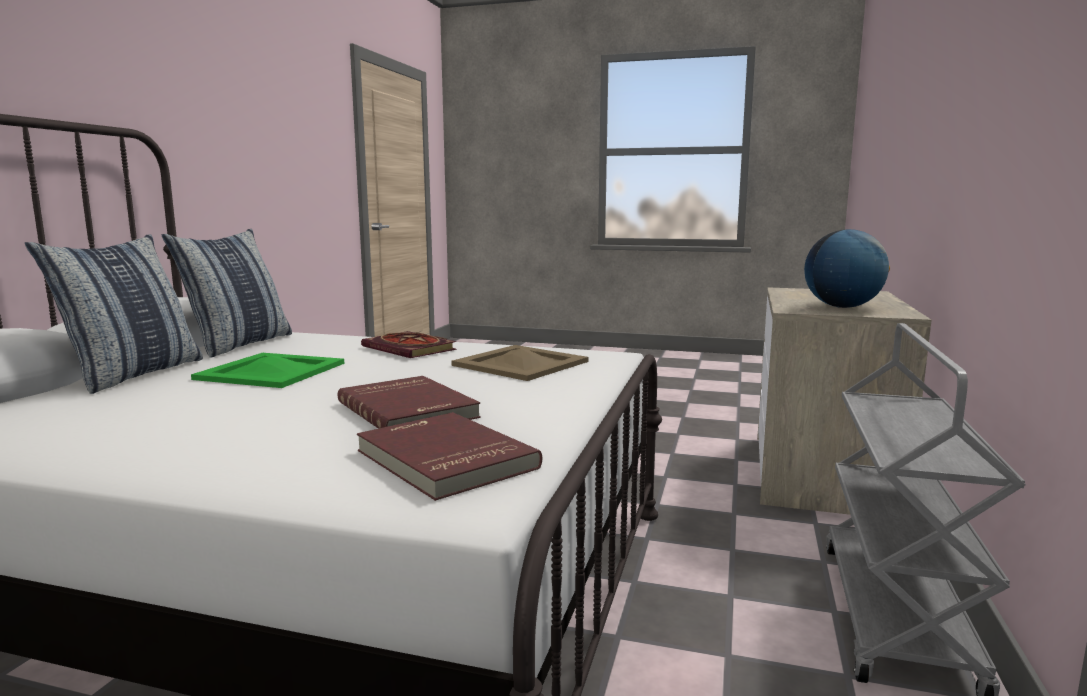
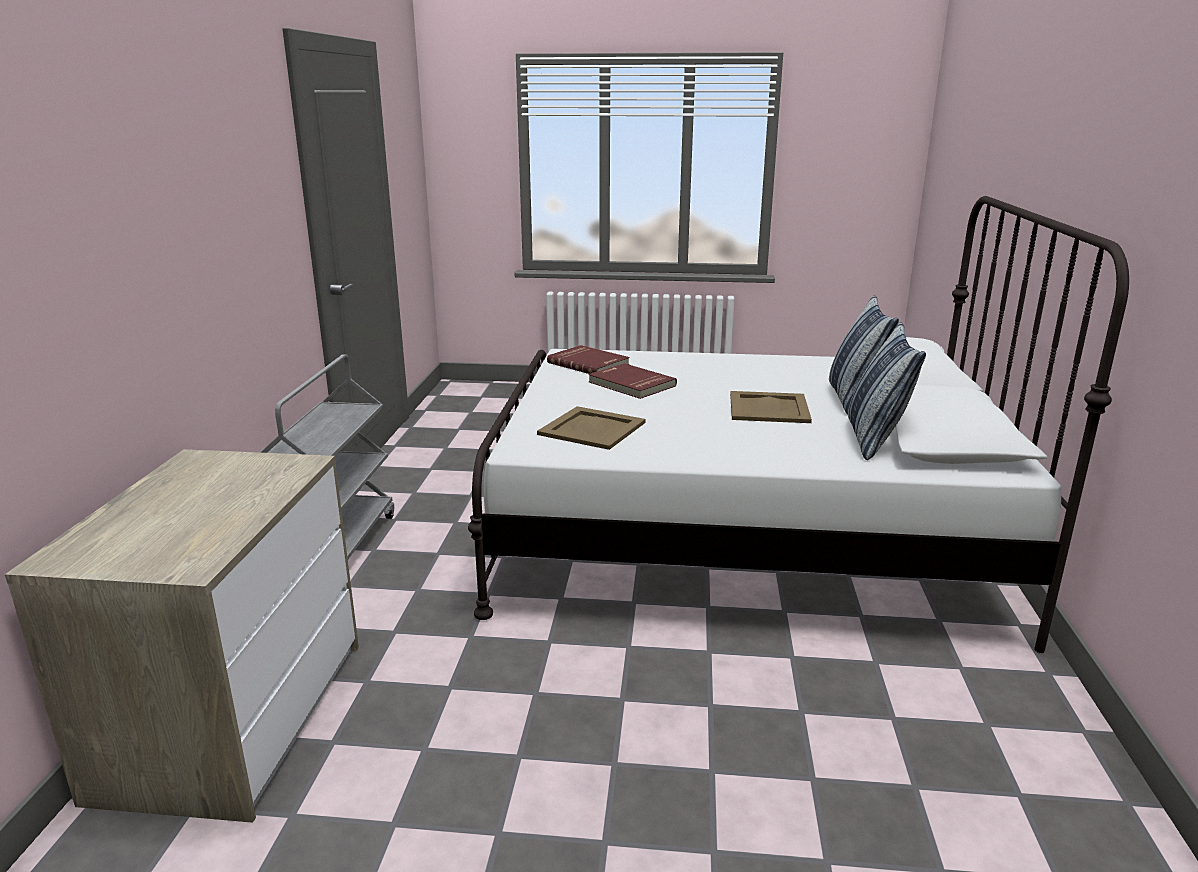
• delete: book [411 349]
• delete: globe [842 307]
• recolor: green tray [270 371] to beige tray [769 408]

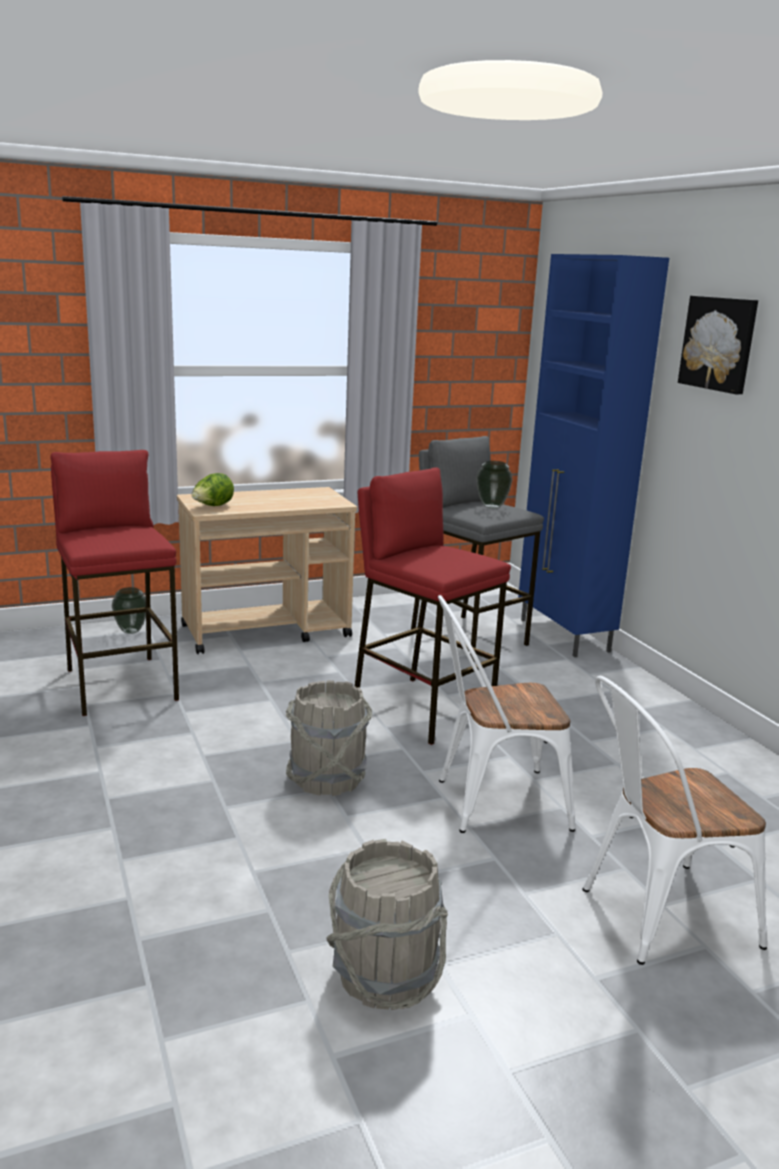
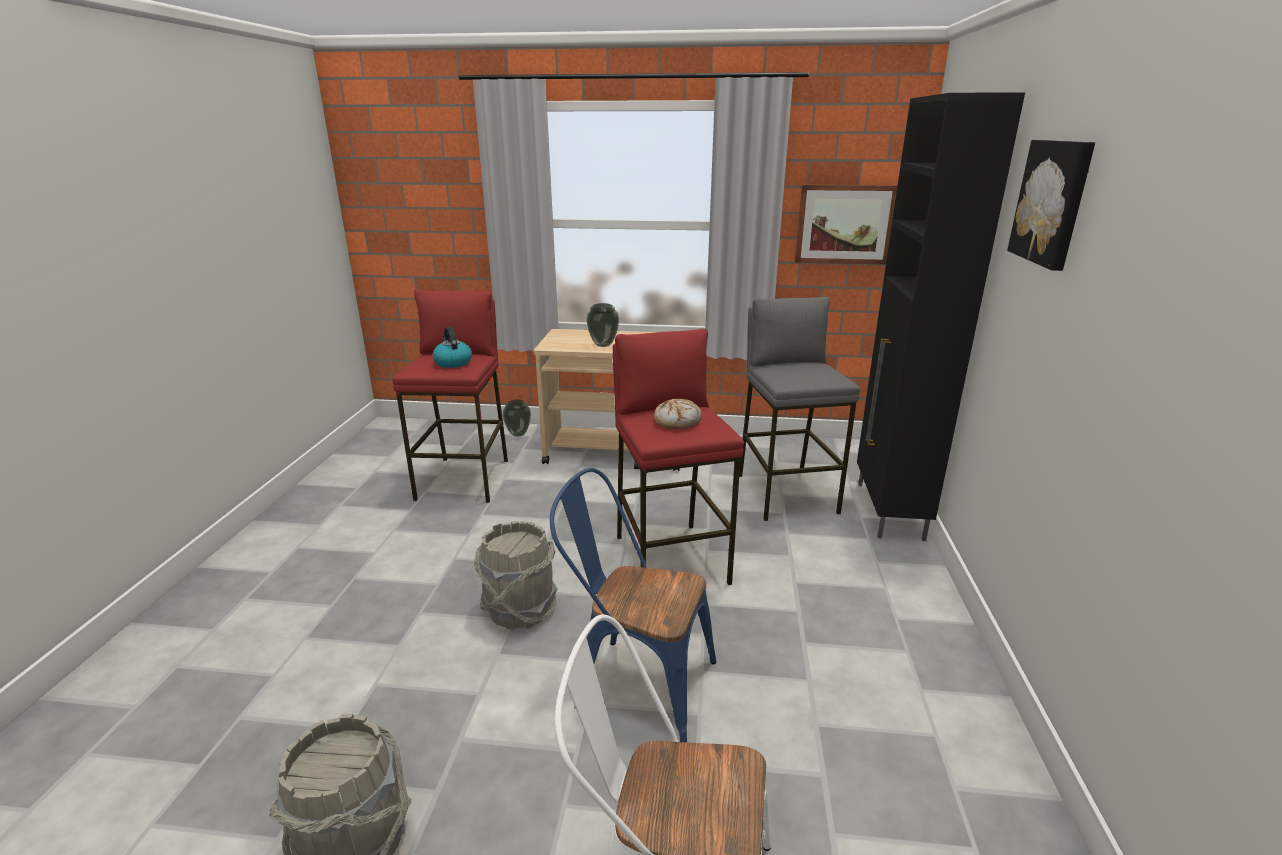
• delete: lettuce [212 506]
• insert: kettle [453 362]
• insert: bread [677 421]
• insert: picture [844 224]
• move: vase [491 506] to [603 345]
• recolor: white chair [491 802] to blue chair [635 683]
• recolor: blue cabinet [564 636] to black cabinet [889 511]

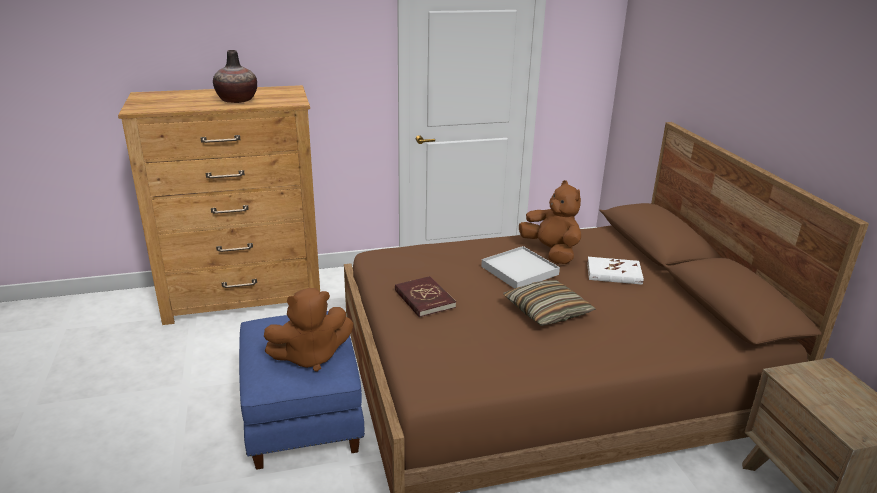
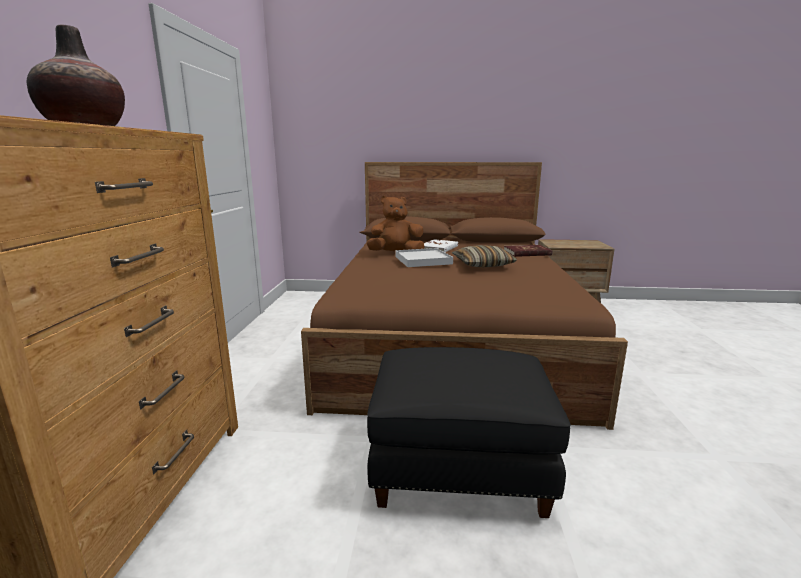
• delete: brown plush toy [310 356]
• move: red book [424 299] to [527 253]
• recolor: blue ottoman [304 417] to black ottoman [459 467]

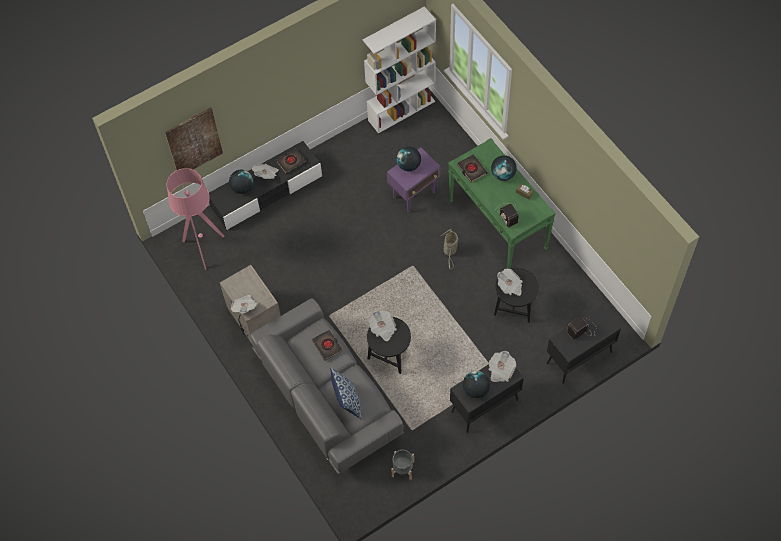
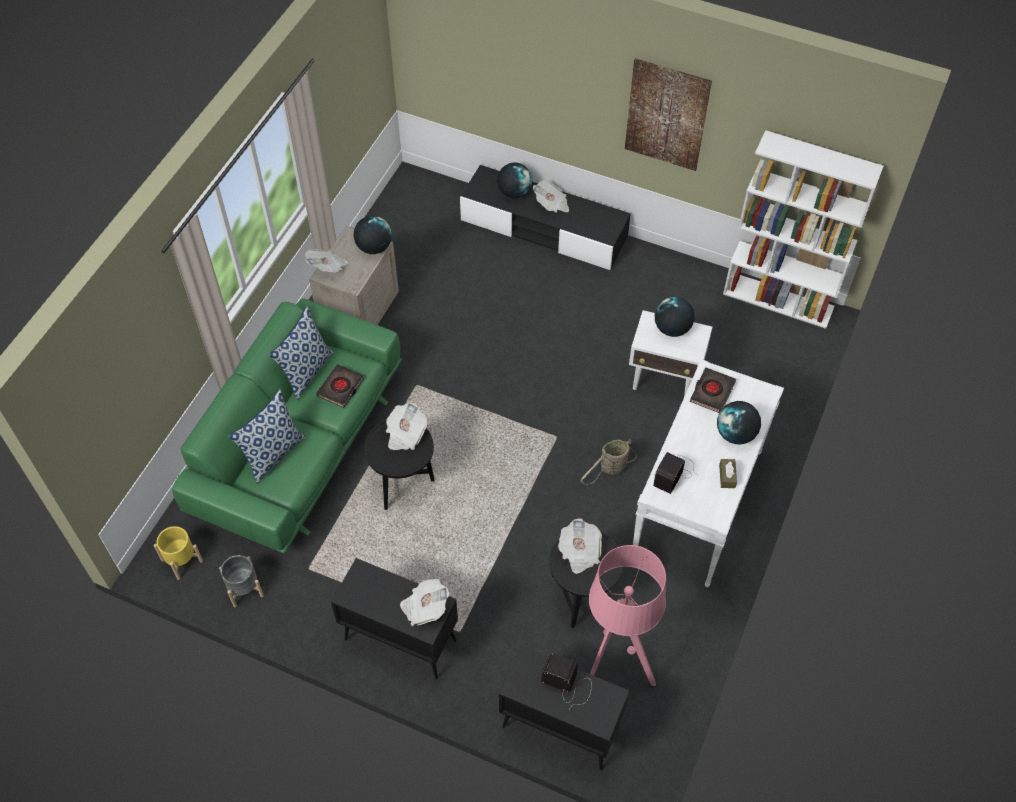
• delete: black book [291 162]
• insert: yellow planter [181 560]
• insert: pillow [306 371]
• move: picture [194 141] to [667 115]
• move: pink floor lamp [204 248] to [614 671]
• move: globe [475 390] to [374 247]
• recolor: grey sofa [327 396] to green sofa [299 445]
• recolor: purple side table [414 195] to white side table [664 382]
• recolor: green console table [498 225] to white console table [697 504]

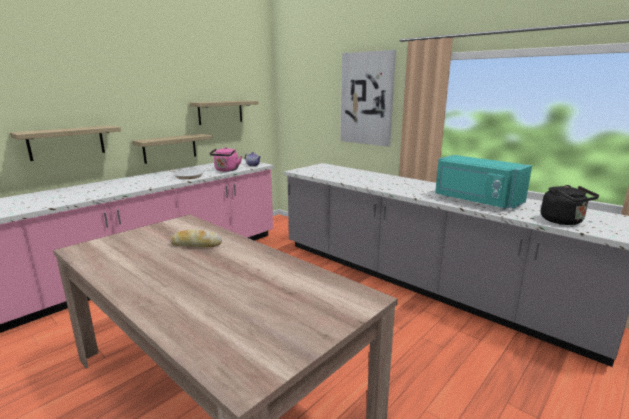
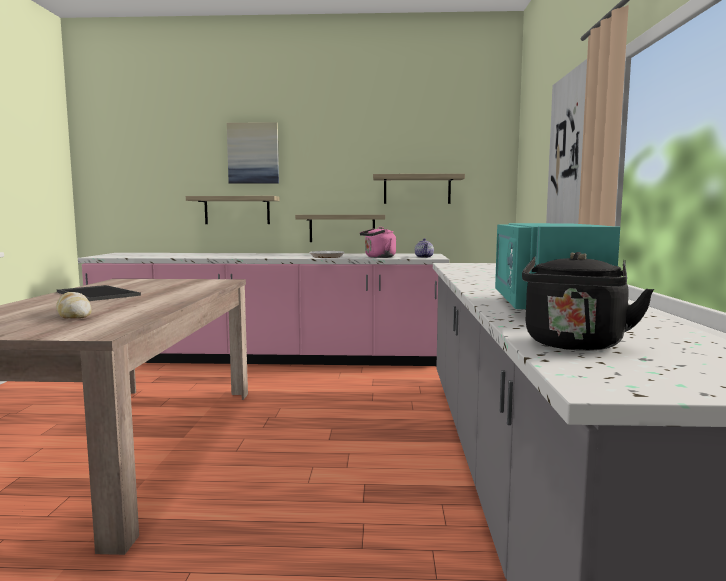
• insert: tray [96 294]
• insert: picture [253 153]
• move: bread [196 244] to [74 314]

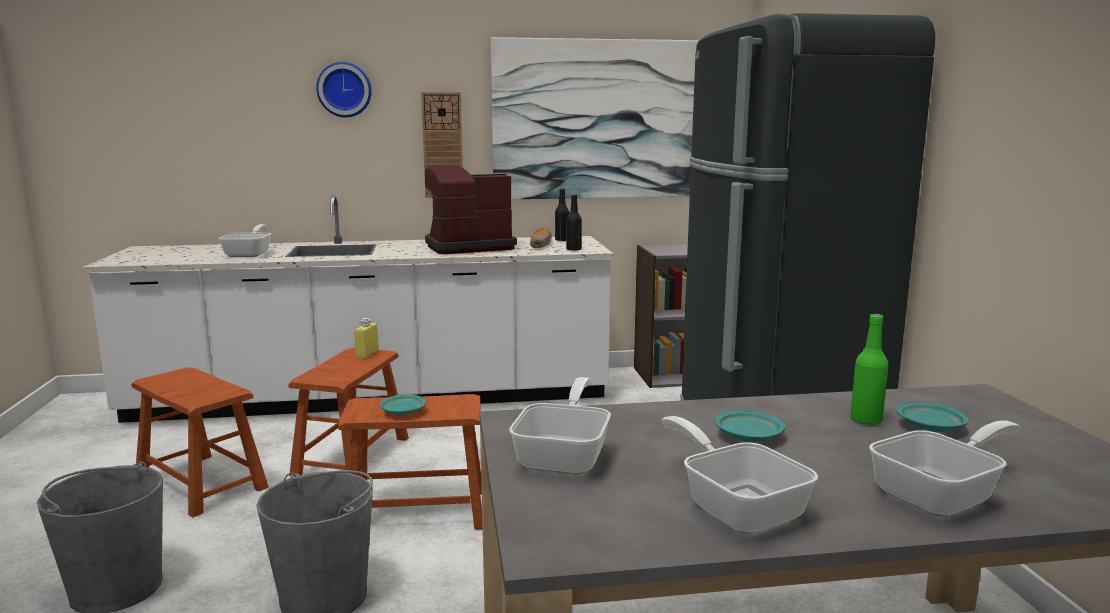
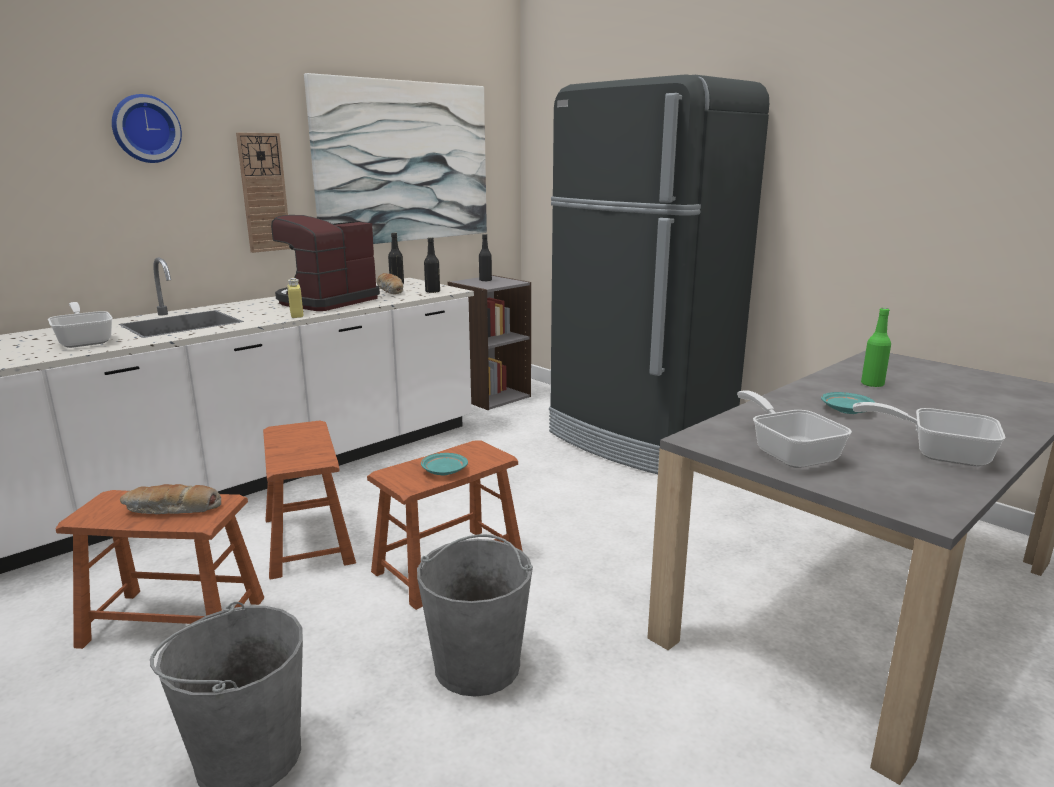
• delete: frying pan [942 495]
• delete: turquoise plate [930 427]
• insert: bread [172 510]
• insert: black bottle [485 280]
• move: yellow bottle [367 354] to [296 315]

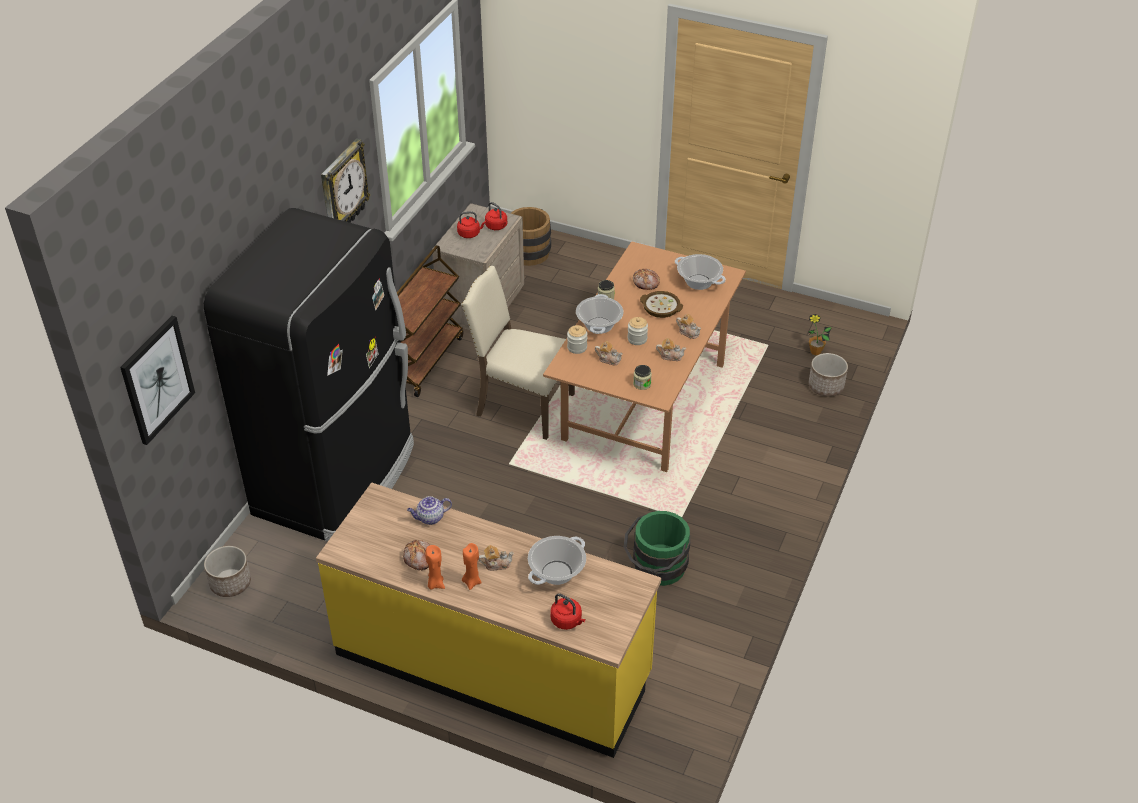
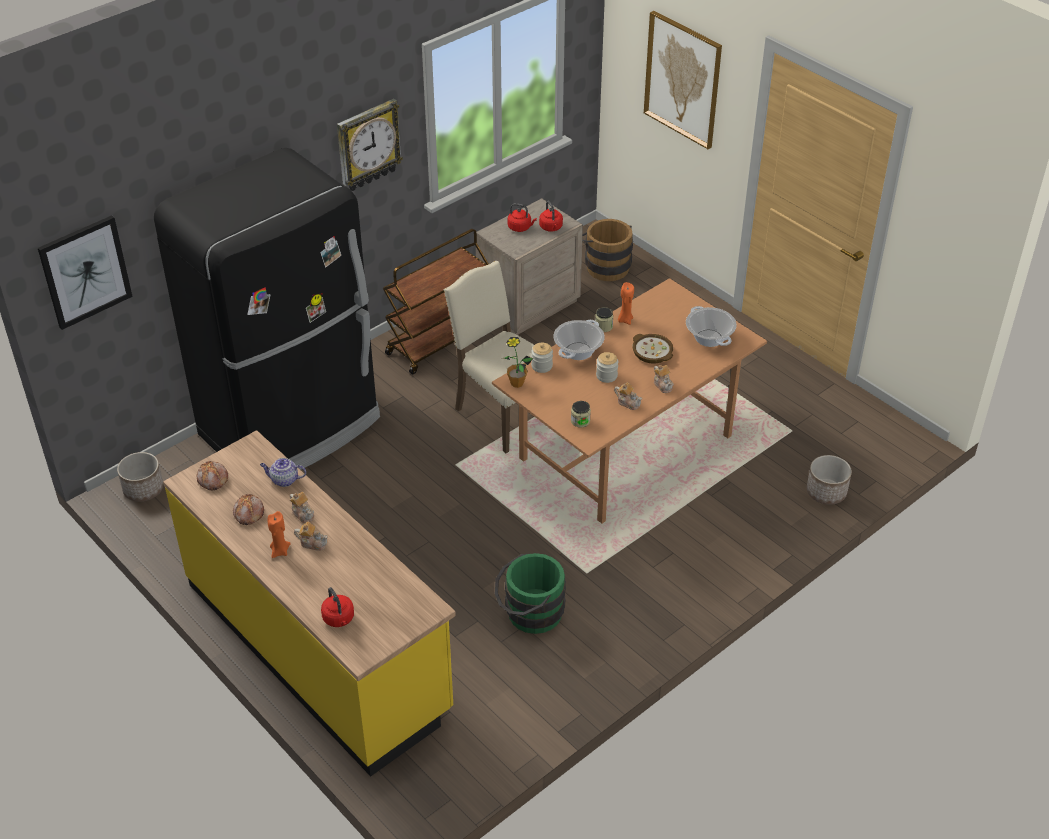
• delete: cooking pot [556 572]
• insert: picture [683 79]
• move: orange candle [435 583] to [625 320]
• move: teapot [609 359] to [303 513]
• move: bread [645 283] to [212 480]
• move: potted plant [815 352] to [517 383]

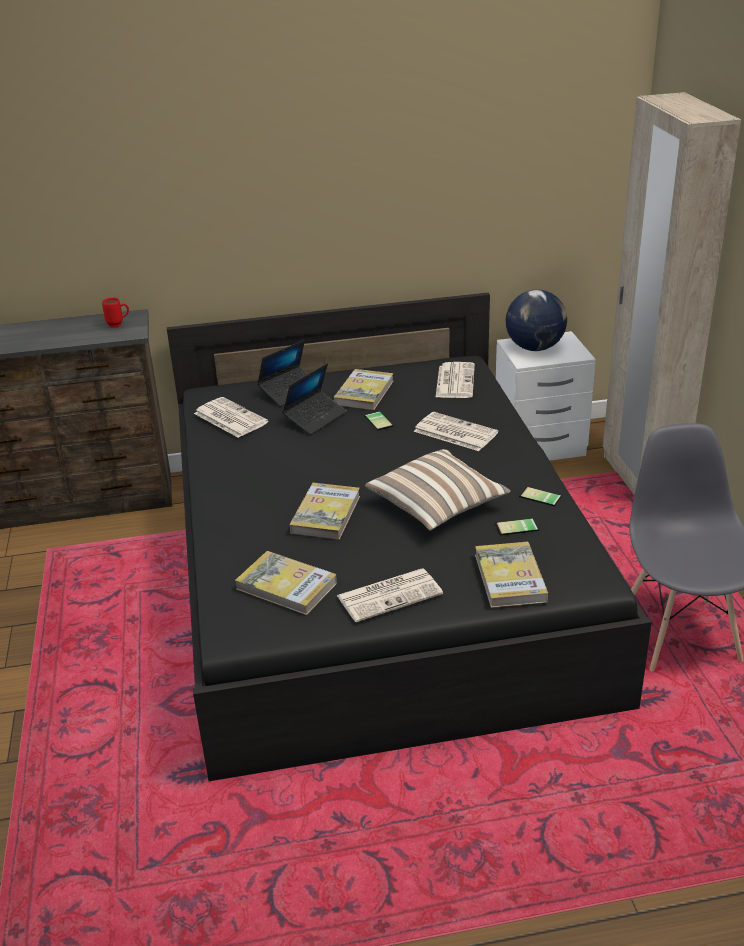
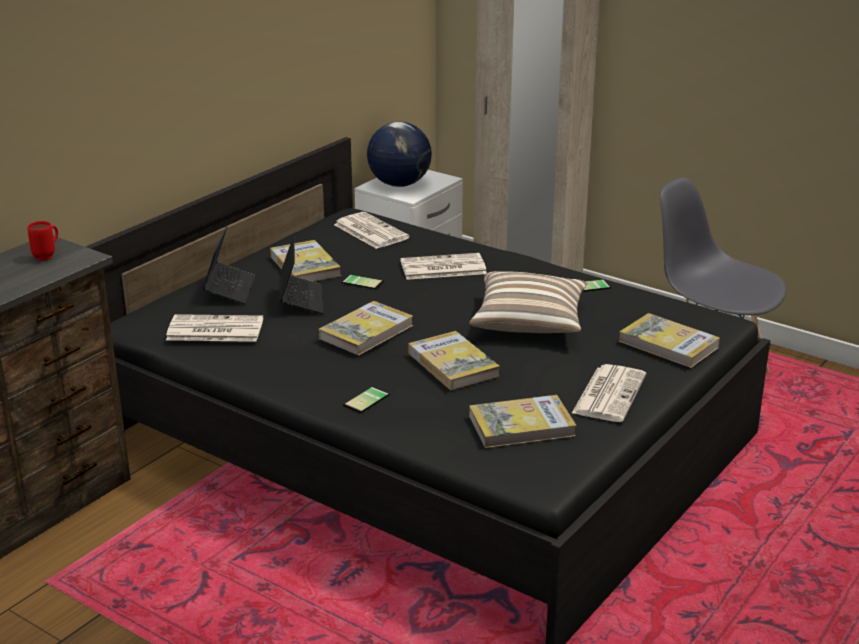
• insert: book [366 332]
• move: phone [517 528] to [368 401]

